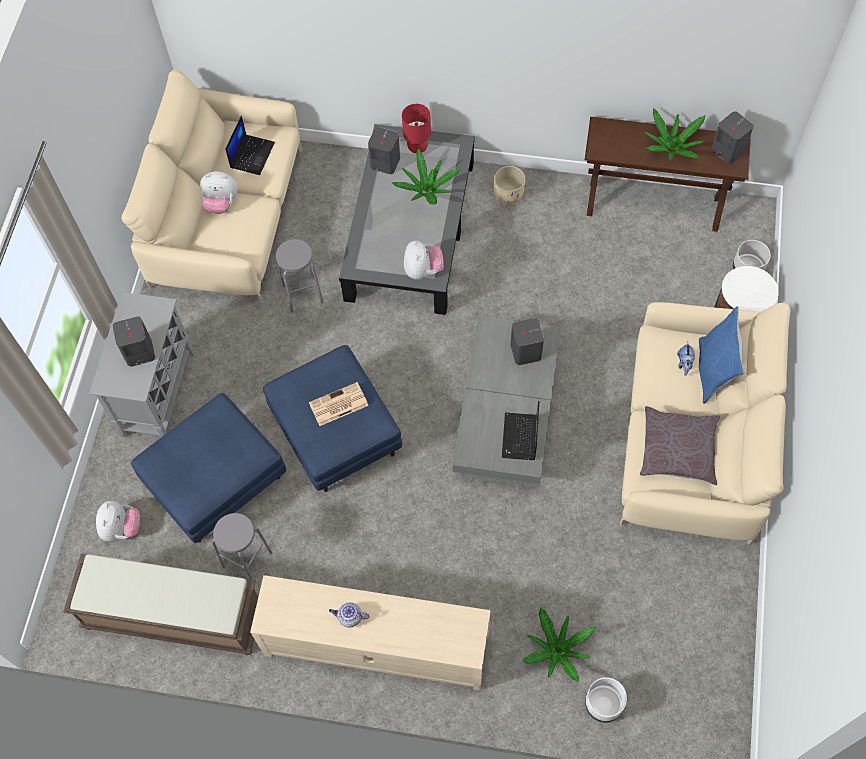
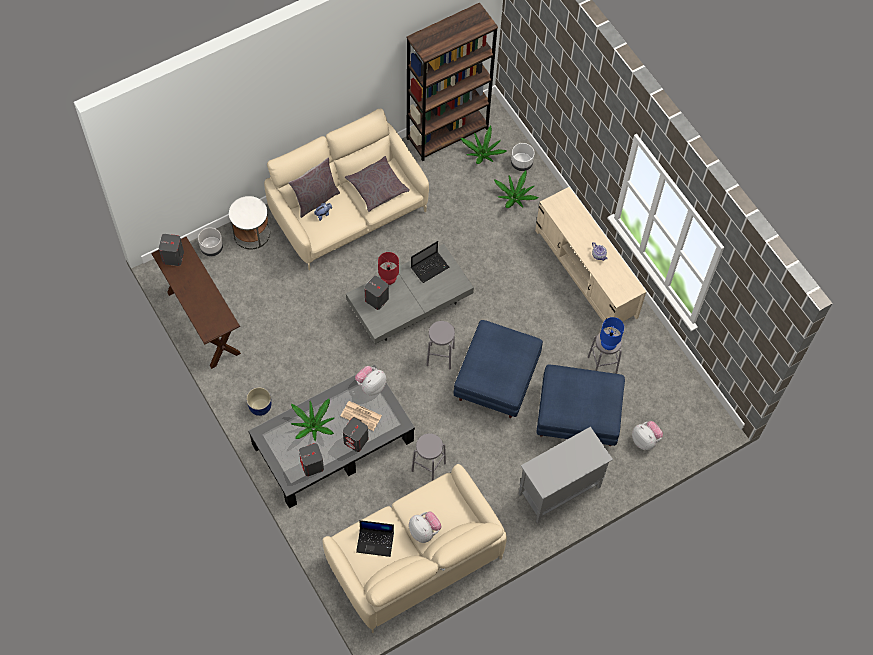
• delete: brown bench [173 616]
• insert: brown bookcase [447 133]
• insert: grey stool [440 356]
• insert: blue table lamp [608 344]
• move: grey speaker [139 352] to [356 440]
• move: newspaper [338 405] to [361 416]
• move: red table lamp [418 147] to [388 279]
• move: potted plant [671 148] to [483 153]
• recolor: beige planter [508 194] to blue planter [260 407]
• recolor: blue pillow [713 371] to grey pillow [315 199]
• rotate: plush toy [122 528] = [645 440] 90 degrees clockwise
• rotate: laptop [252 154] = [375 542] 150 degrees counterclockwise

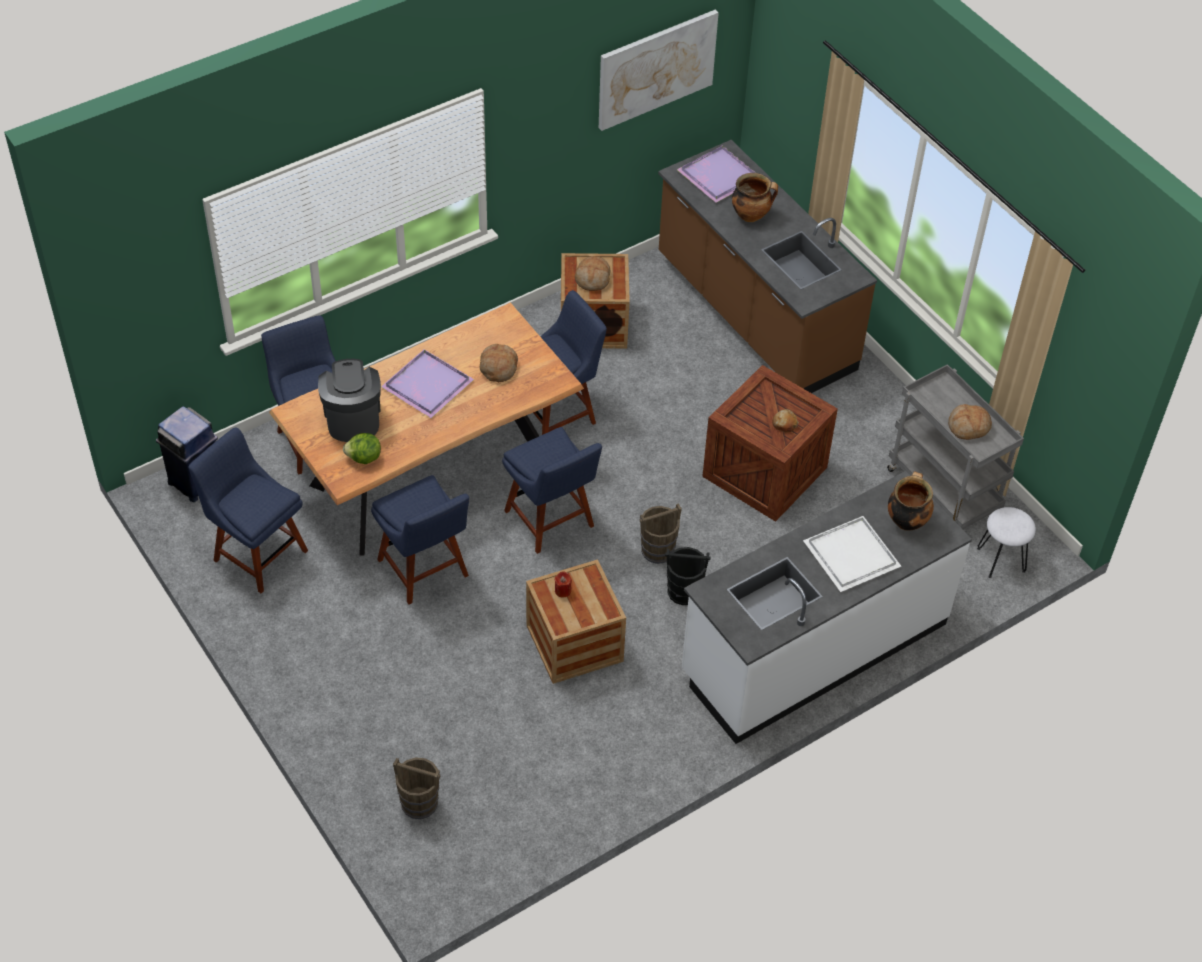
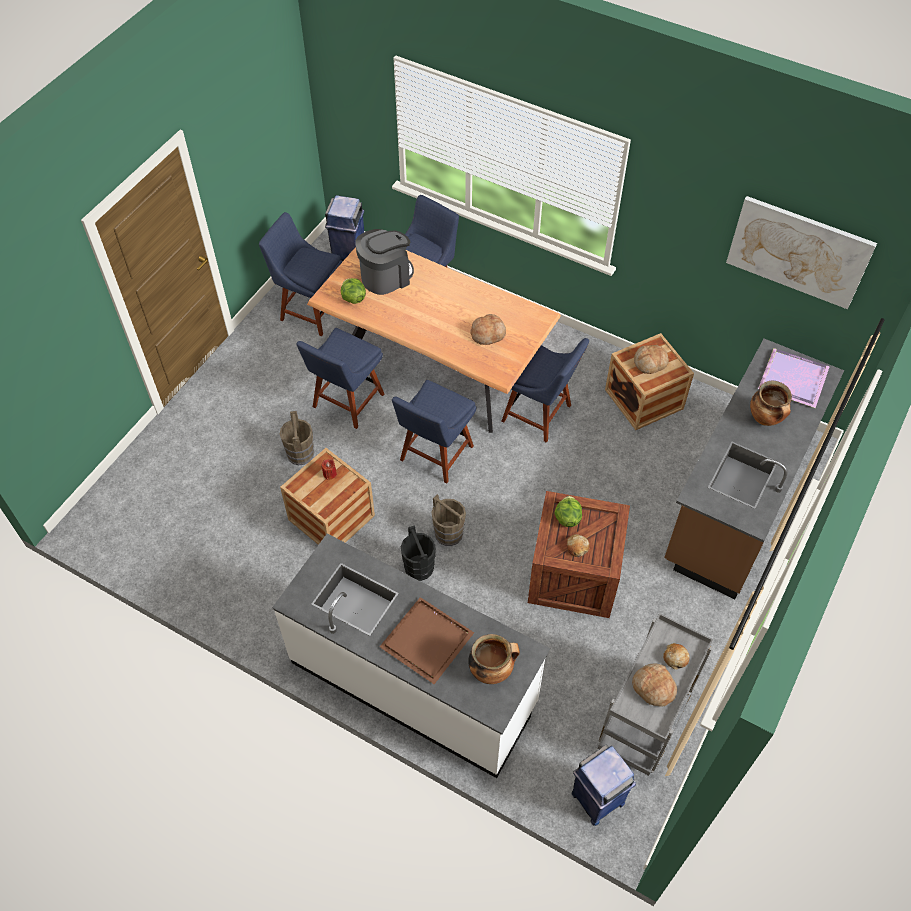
• delete: purple tray [425 385]
• insert: lettuce [567 518]
• insert: bread [675 658]
• move: brown bucket [419 803] to [300 453]
• replace: white stool [1001 559] to blue trash can [596 799]
• recolor: white tray [852 554] to brown tray [428 640]
• rotate: blue chair [257 553] = [310 310] 75 degrees counterclockwise

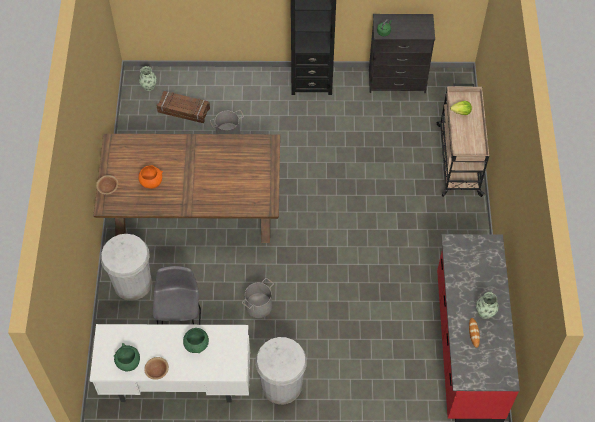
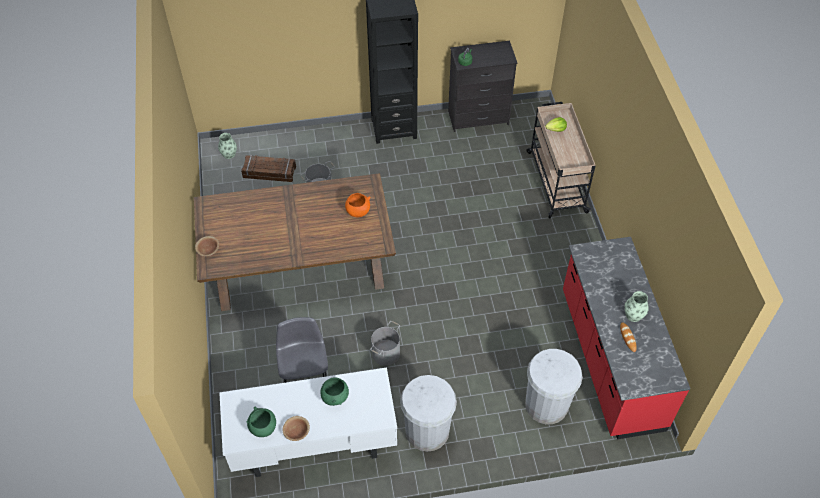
• move: white trash can [132 283] to [546 404]
• move: orange bowl [151 183] to [358 212]

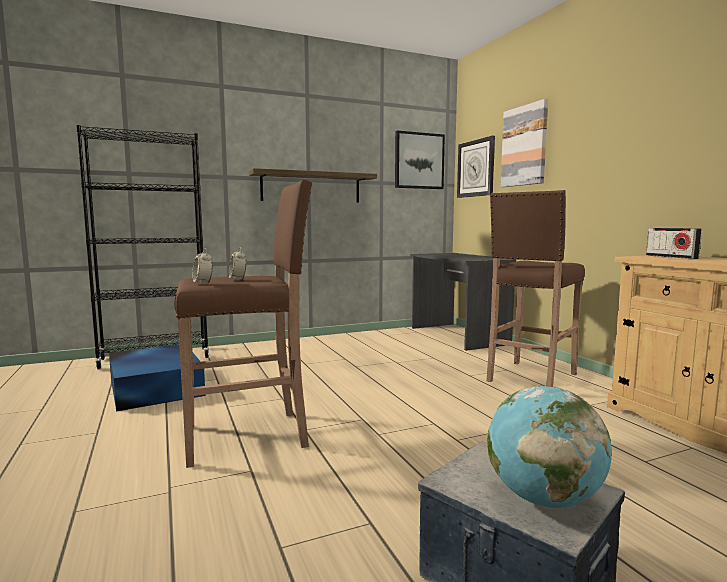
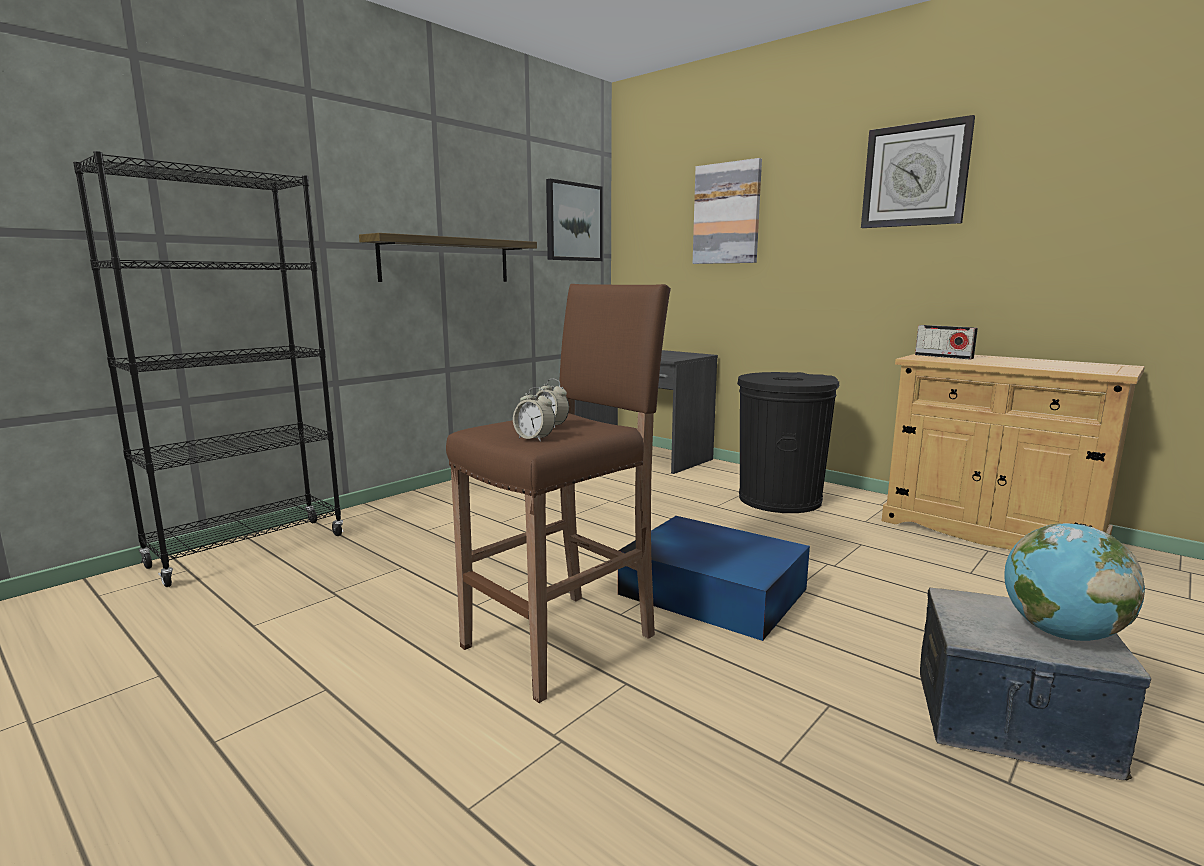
• move: blue storage box [156 387] to [711 590]
• move: wall clock [476 168] to [915 175]
• replace: brown stool [530 378] to black trash can [779 499]

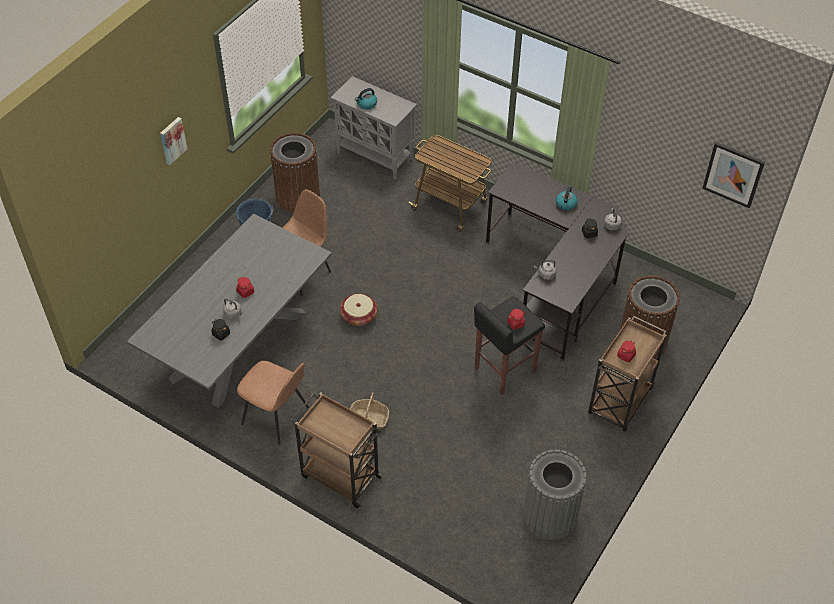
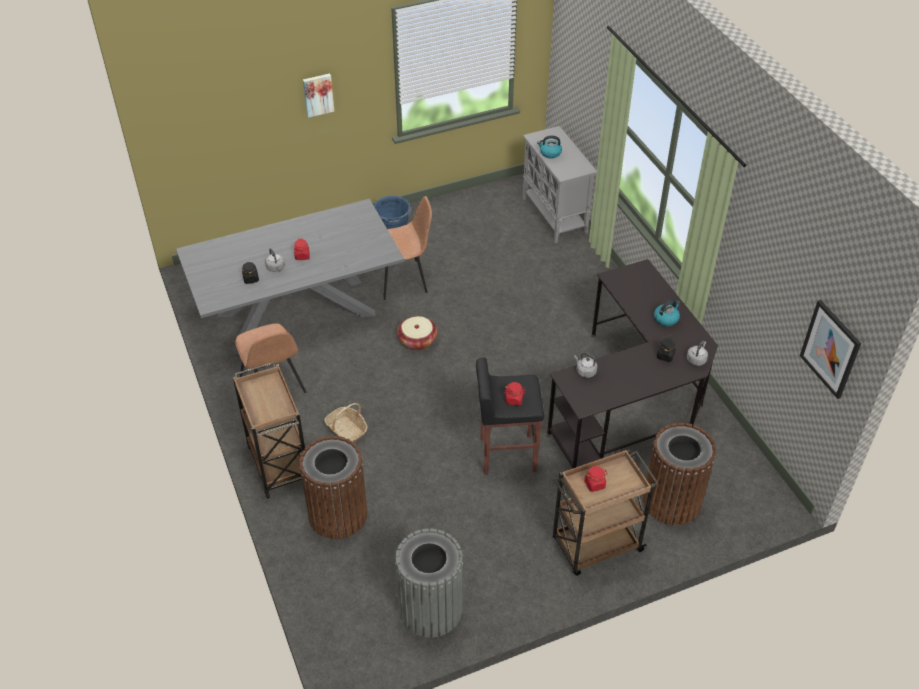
• delete: cart [450 206]
• move: brown trash can [297 196] to [337 515]

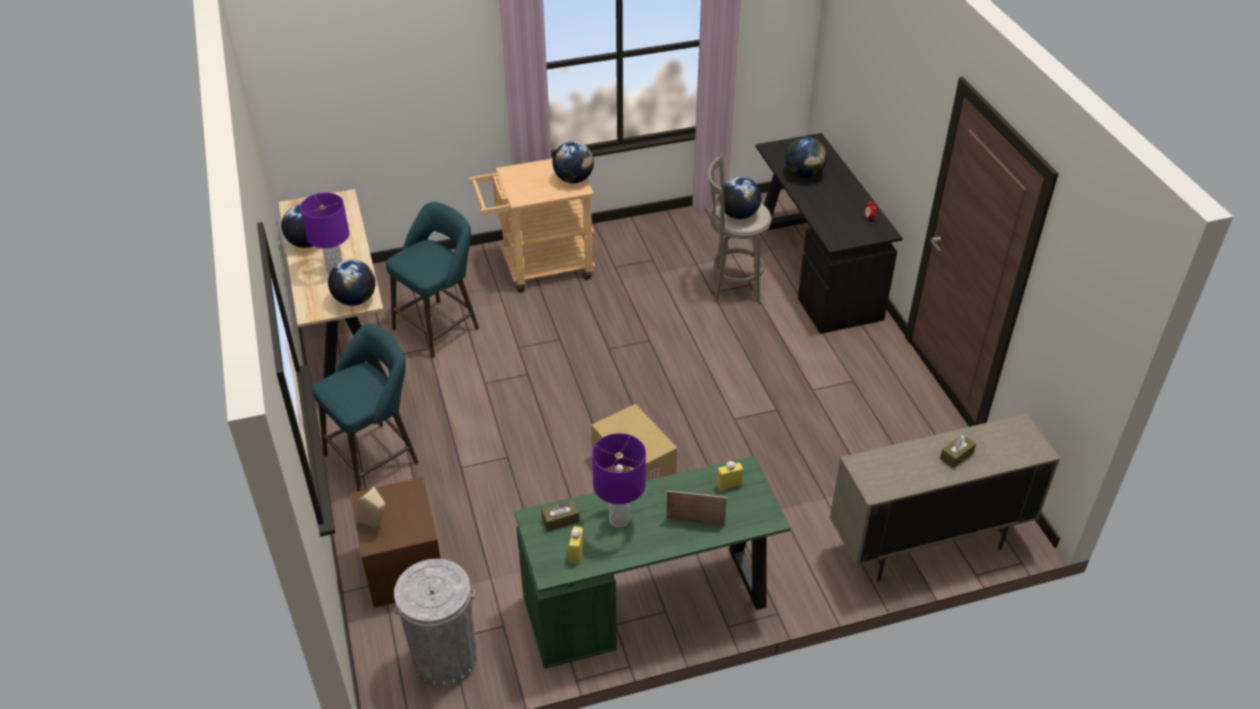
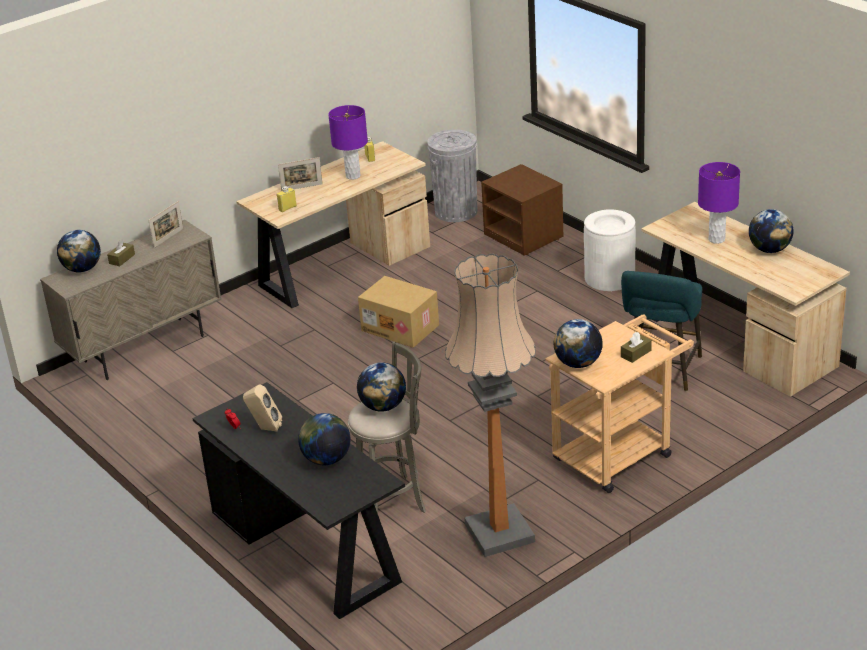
• insert: picture frame [168 238]
• insert: floor lamp [499 533]
• move: globe [355 300] to [82 269]
• move: beige speaker [375 525] to [265 429]
• move: brown tissue box [560 520] to [636 353]
• replace: turquoise stool [376 456] to white trash can [609 278]
• recolor: green desk [650 603] to beige desk [341 266]

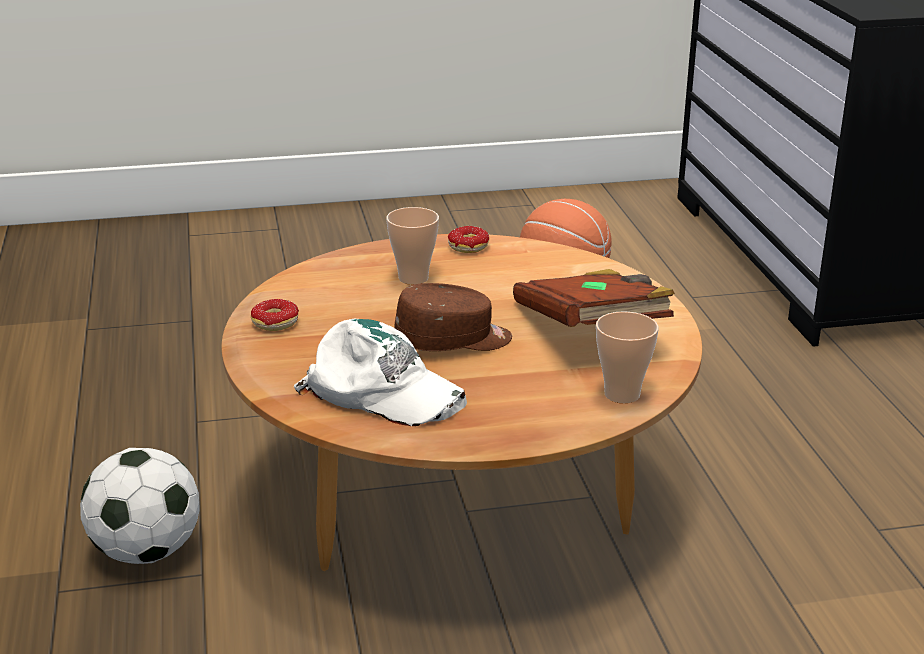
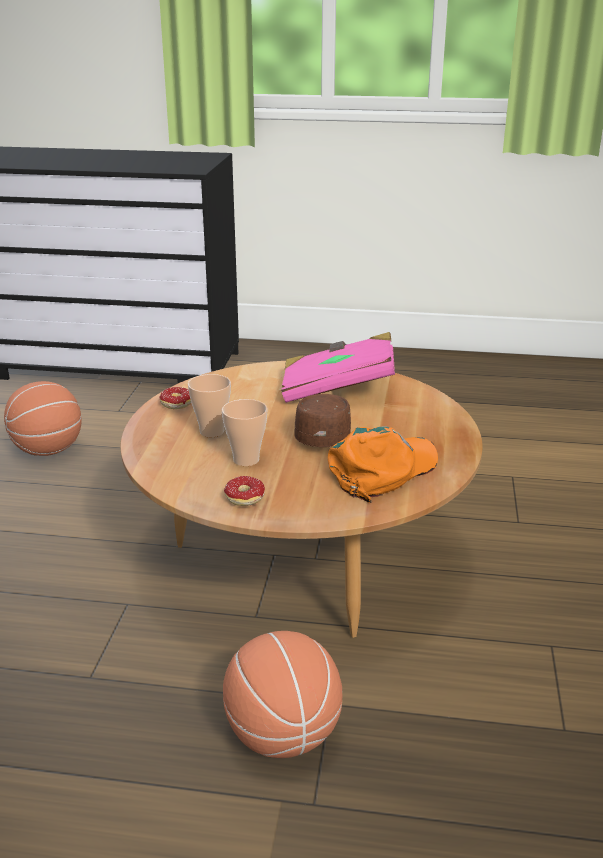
• move: cup [622 394] to [246 460]
• replace: football [145 552] to basketball [283 736]
• recolor: white cap [382 391] to orange cap [382 470]
• recolor: brown book [592 330] to pink book [337 389]

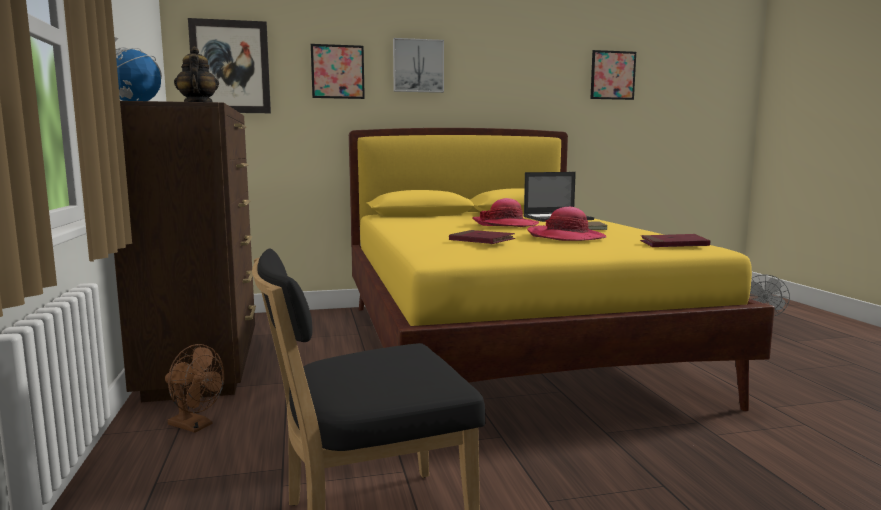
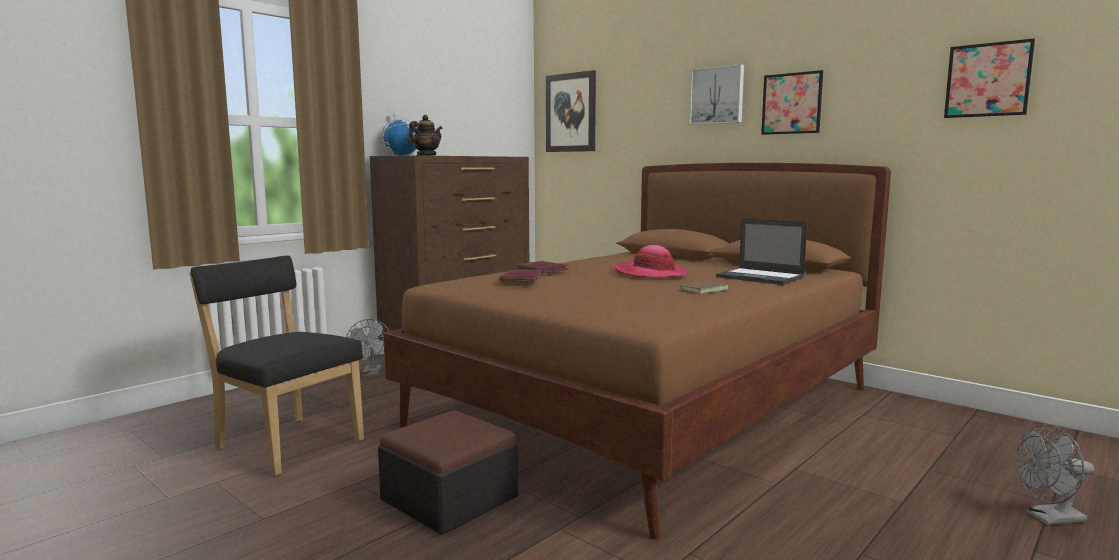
• delete: hat [566 237]
• insert: ottoman [450 498]
• move: picture [337 71] to [791 103]
• move: red book [674 244] to [542 270]
• recolor: brown fan [195 426] to grey fan [371 374]
• recolor: yellow bed [508 347] to brown bed [650 407]

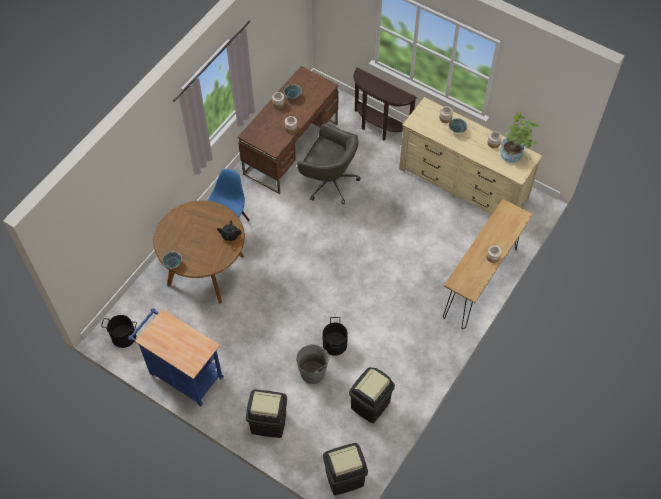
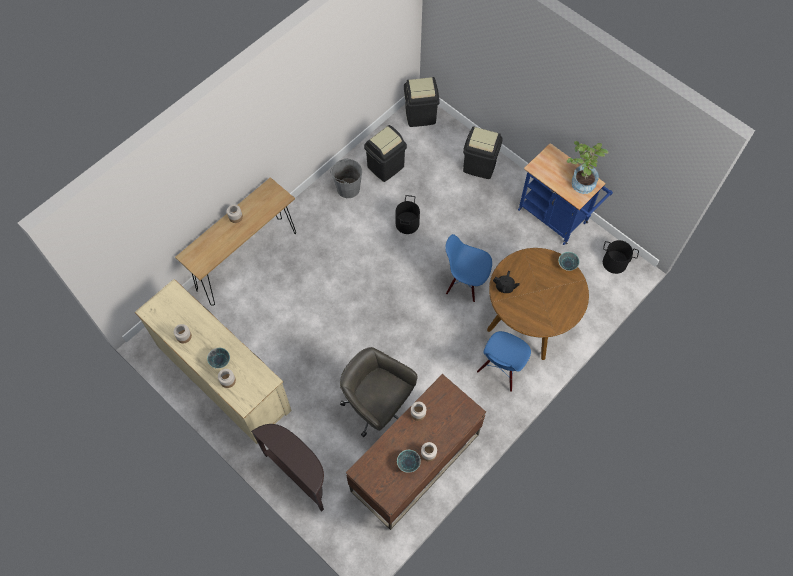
• insert: blue chair [465 283]
• move: grey bucket [313 372] to [348 188]
• move: potted plant [514 156] to [580 181]

